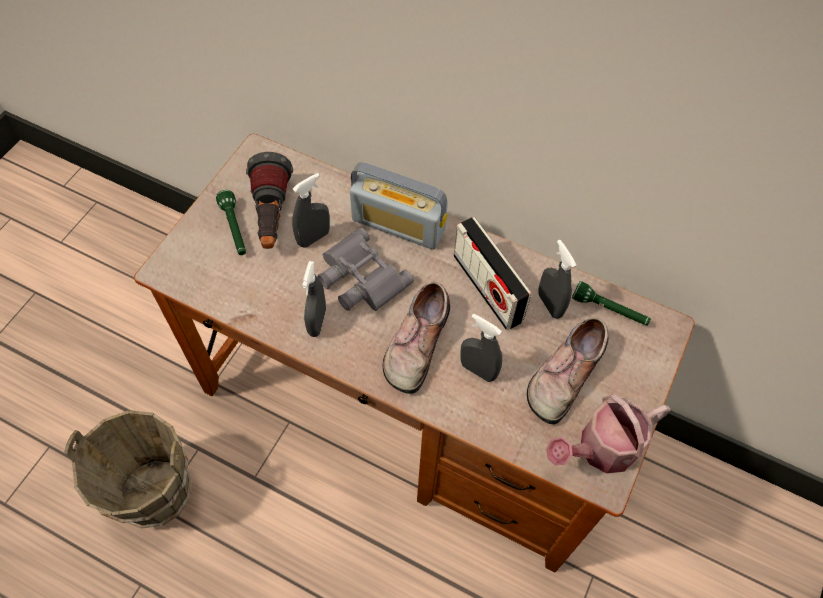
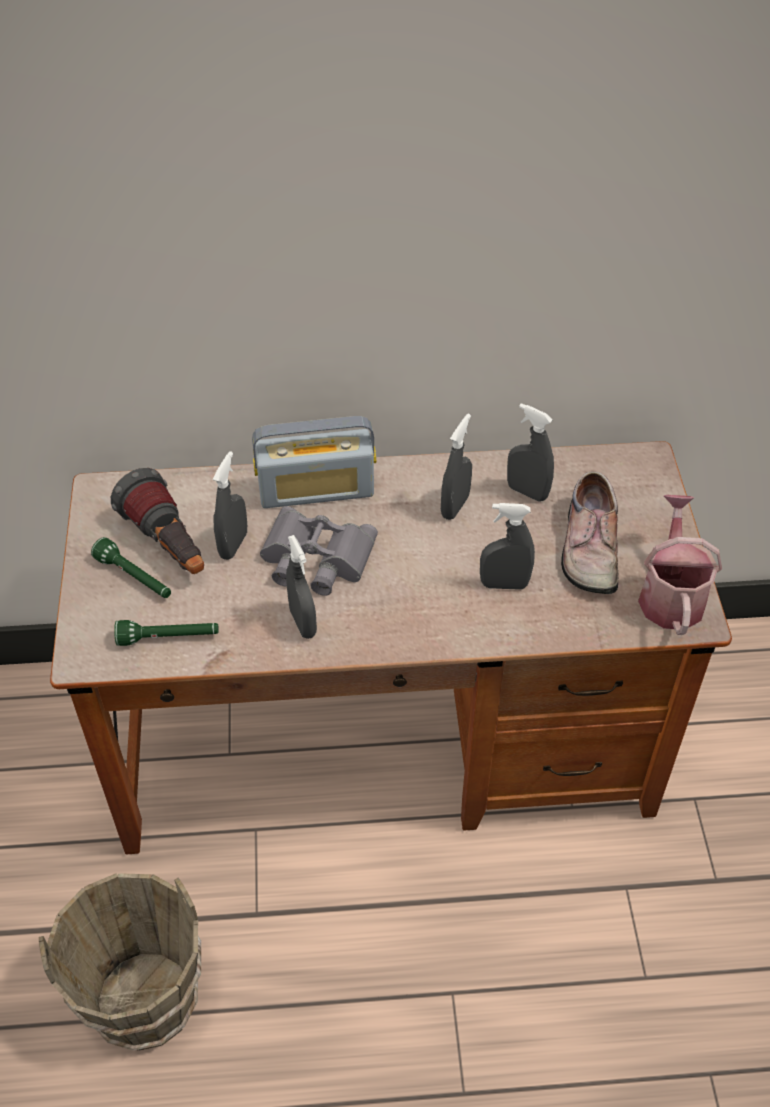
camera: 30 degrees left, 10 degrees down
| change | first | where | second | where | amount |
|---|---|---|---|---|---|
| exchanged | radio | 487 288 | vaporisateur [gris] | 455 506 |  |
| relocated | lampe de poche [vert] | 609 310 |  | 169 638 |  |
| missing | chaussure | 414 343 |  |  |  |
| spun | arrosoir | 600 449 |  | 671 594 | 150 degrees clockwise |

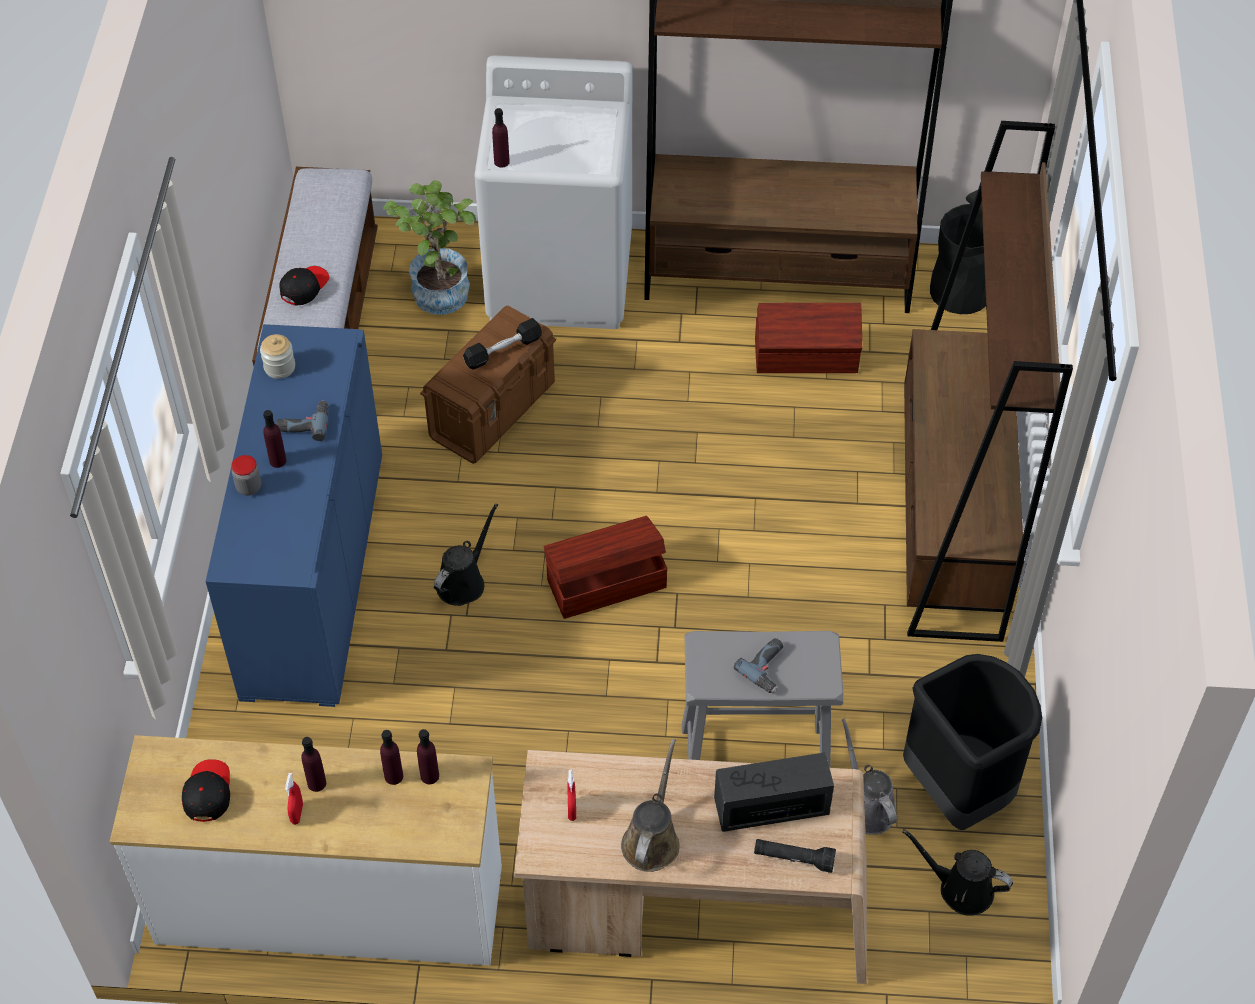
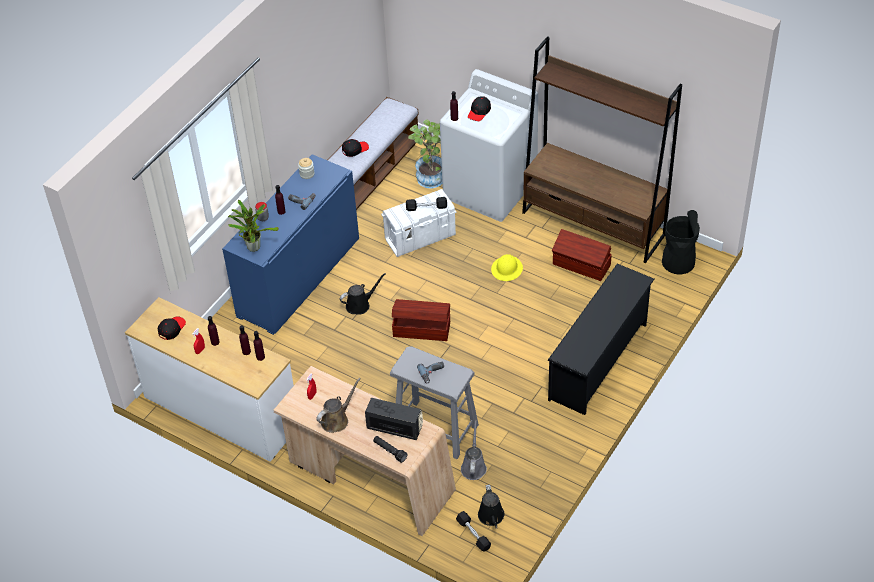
camera: 30 degrees right, 5 degrees down
| change | first | where | second | where | amount |
|---|---|---|---|---|---|
| exchanged | bibliothèque [marron] | 951 520 | étagère à chaussures [noir] | 599 362 |  |
| colour | boîte de rangement [marron] | 493 410 | boîte de rangement [blanc] | 420 237 |  |
| missing | poubelle [noir] | 959 791 |  |  |  |
| spun | arrosoir [noir] | 960 889 |  | 491 517 | 150 degrees counterclockwise |
| appeared |  |  | casquette [noir] | 479 112 |  |
| appeared |  |  | plante en pot | 253 246 |  |
| appeared |  |  | casque de chantier [jaune] | 507 269 |  |
| appeared |  |  | haltère [noir] | 473 534 |  |

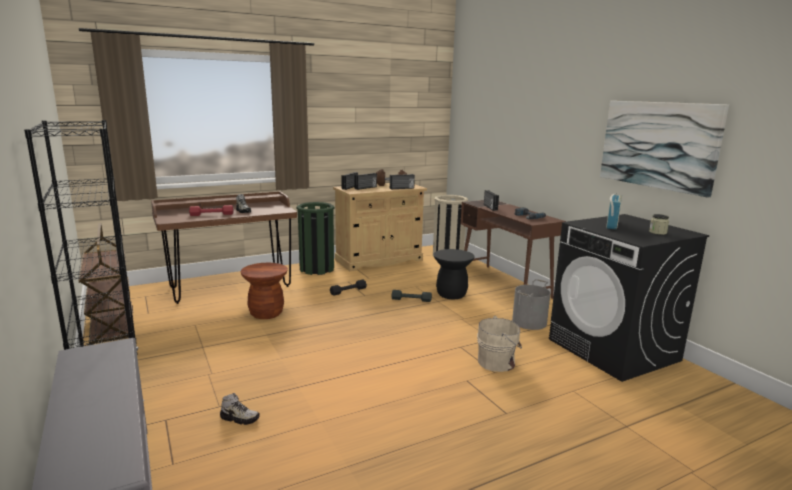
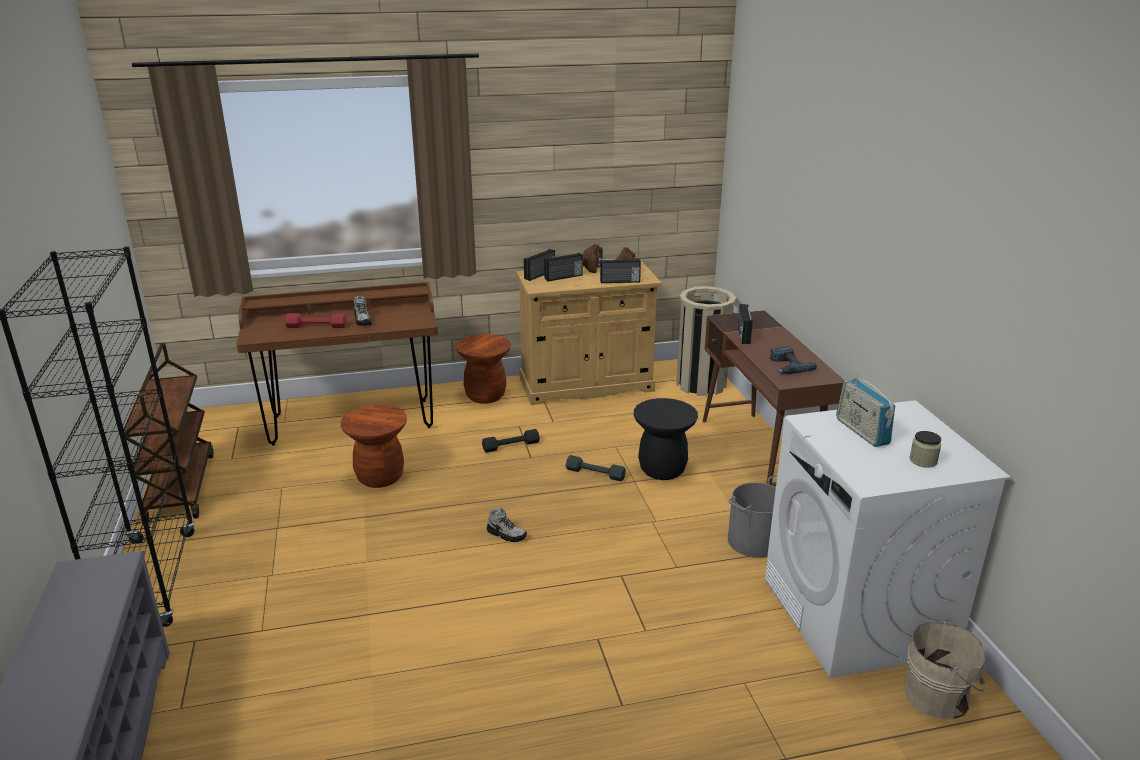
camera: 15 degrees right, 10 degrees up
| change | first | where | second | where | amount |
|---|---|---|---|---|---|
| missing | tableau | 658 145 |  |  |  |
| spun | radio | 612 225 |  | 862 431 | 120 degrees clockwise |
| exchanged | poubelle [vert] | 317 269 | tabouret [marron] | 485 395 |  |
| colour | lave-linge [noir] | 613 350 | lave-linge [blanc] | 857 615 |  |
| relocated | seau [beige] | 498 362 |  | 939 696 |  |
| relocated | chaussure | 240 418 |  | 506 534 |  |

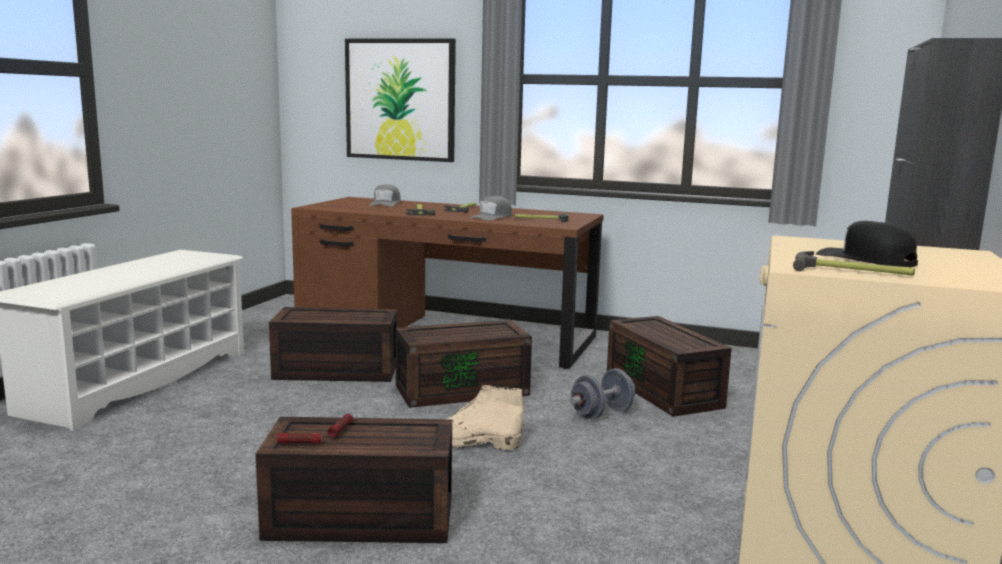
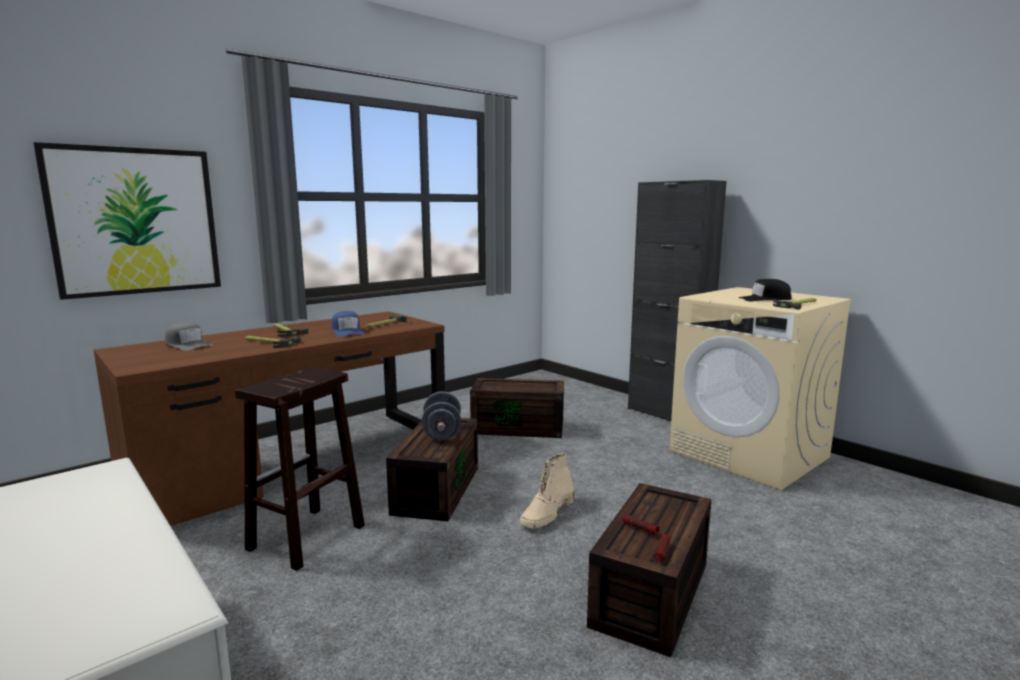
camera: 60 degrees left, 0 degrees up
| change | first | where | second | where | amount |
|---|---|---|---|---|---|
| colour | casquette [gris] | 492 217 | casquette [bleu] | 347 331 |  |
| exchanged | boîte de rangement [marron] | 334 371 | tabouret [marron] | 305 538 |  |
| relocated | haltère [gris] | 602 414 |  | 442 433 |  |

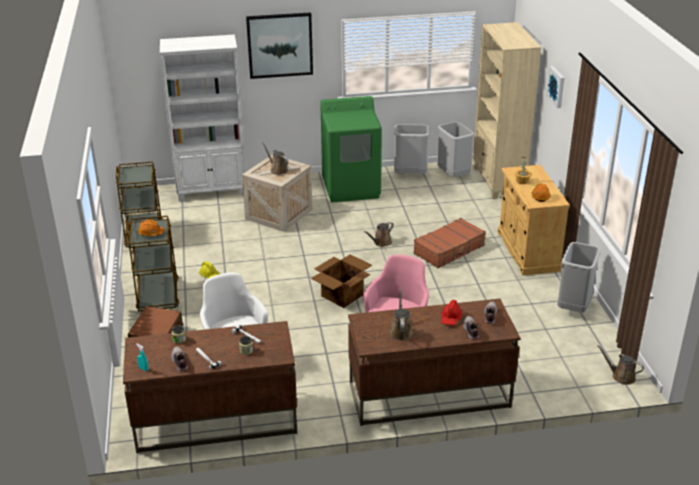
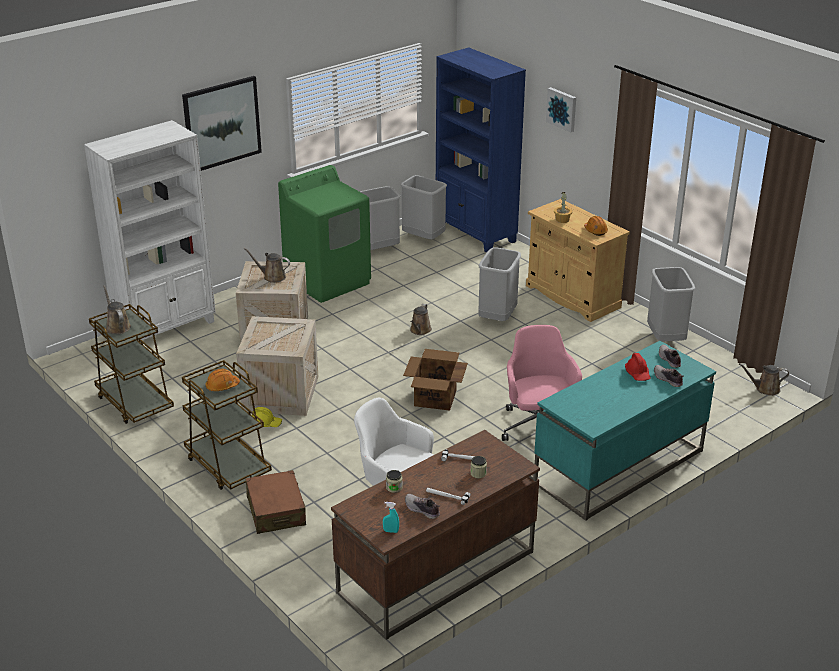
camera: 30 degrees left, 0 degrees up
| change | first | where | second | where | amount |
|---|---|---|---|---|---|
| colour | bibliothèque [beige] | 498 182 | bibliothèque [bleu] | 476 234 |  |
| exchanged | valise [marron] | 449 250 | poubelle [gris] | 497 317 |  |
| relocated | arrosoir [marron] | 400 331 |  | 117 326 |  |
| colour | bureau [marron] | 428 395 | bureau [turquoise] | 618 467 |  |
| appeared |  |  | caisse | 280 393 |  |

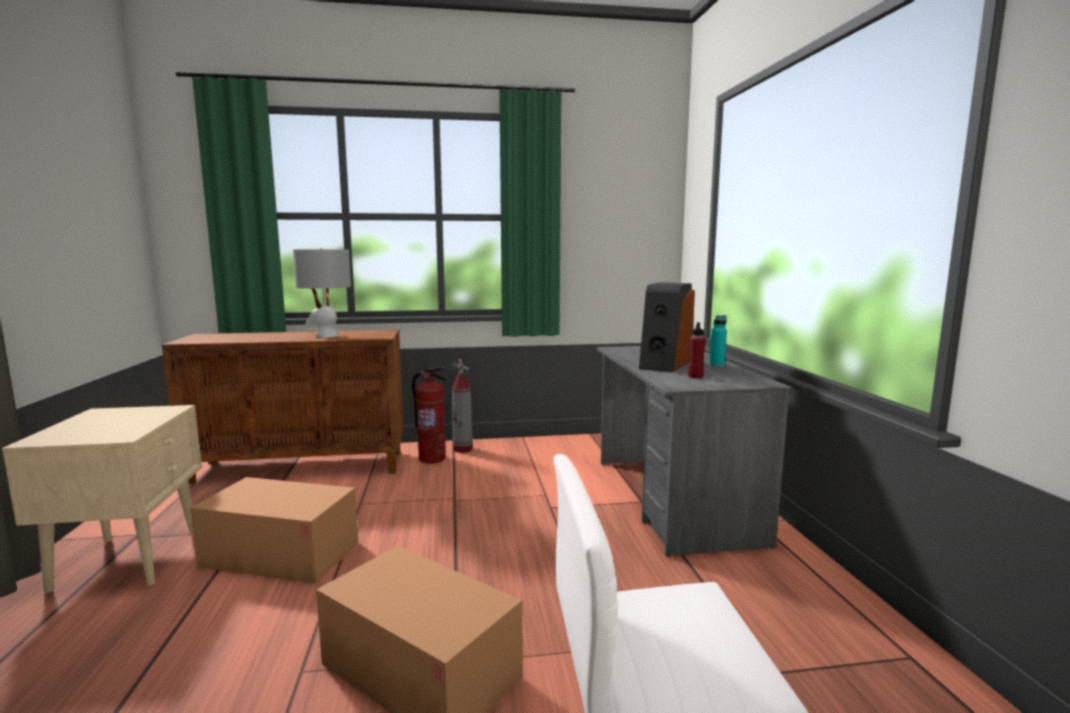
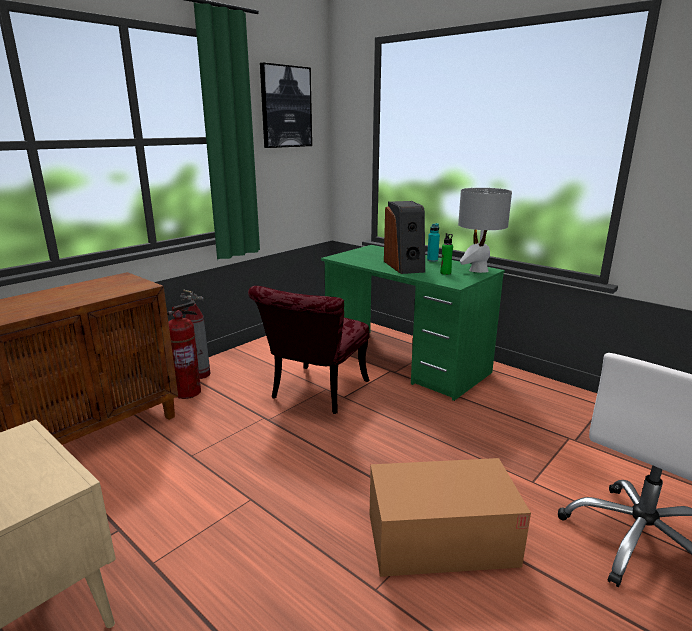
camera: 40 degrees left, 10 degrees up
| change | first | where | second | where | amount |
|---|---|---|---|---|---|
| relocated | lampe de table [gris] | 327 336 |  | 478 270 |  |
| colour | bouteille [rouge] | 695 376 | bouteille [vert] | 445 273 |  |
| colour | bureau [gris] | 673 499 | bureau [vert] | 405 362 |  |
| missing | carton | 280 554 |  |  |  |
| appeared |  |  | tableau | 286 107 |  |
| appeared |  |  | chaise [rouge] | 315 394 |  |

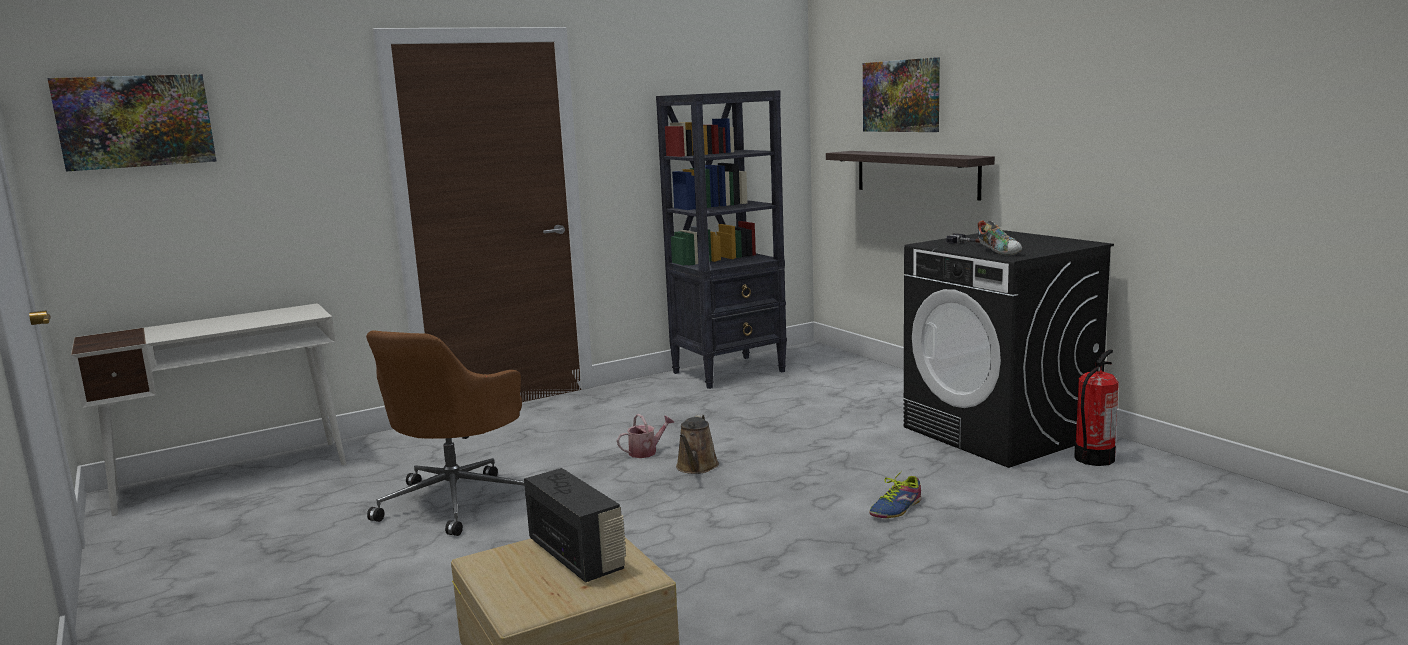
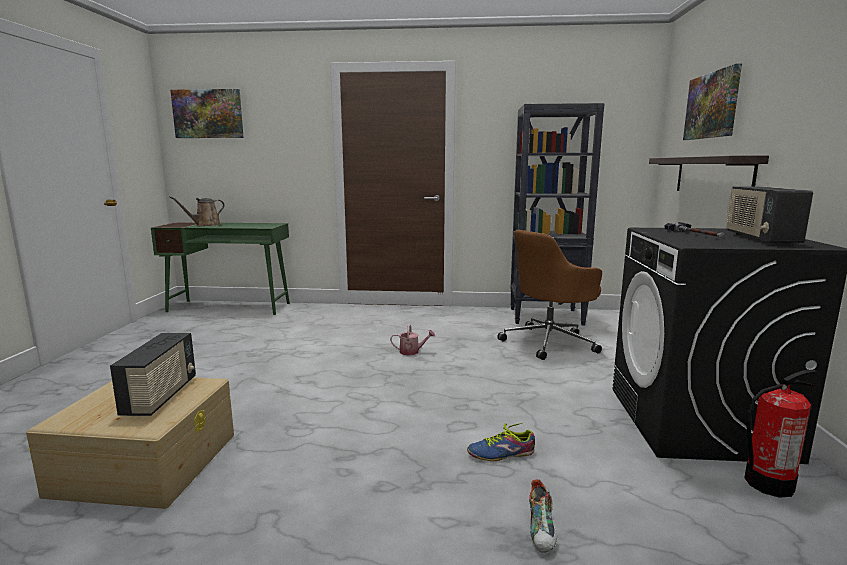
camera: 35 degrees right, 0 degrees up
| change | first | where | second | where | amount |
|---|---|---|---|---|---|
| relocated | chaussure | 999 252 |  | 542 531 |  |
| colour | bureau [blanc] | 233 476 | bureau [vert] | 230 307 |  |
| relocated | chaise de bureau [marron] | 457 501 |  | 549 342 |  |
| relocated | arrosoir [marron] | 696 467 |  | 205 225 |  |
| appeared |  |  | radio | 759 239 |  |

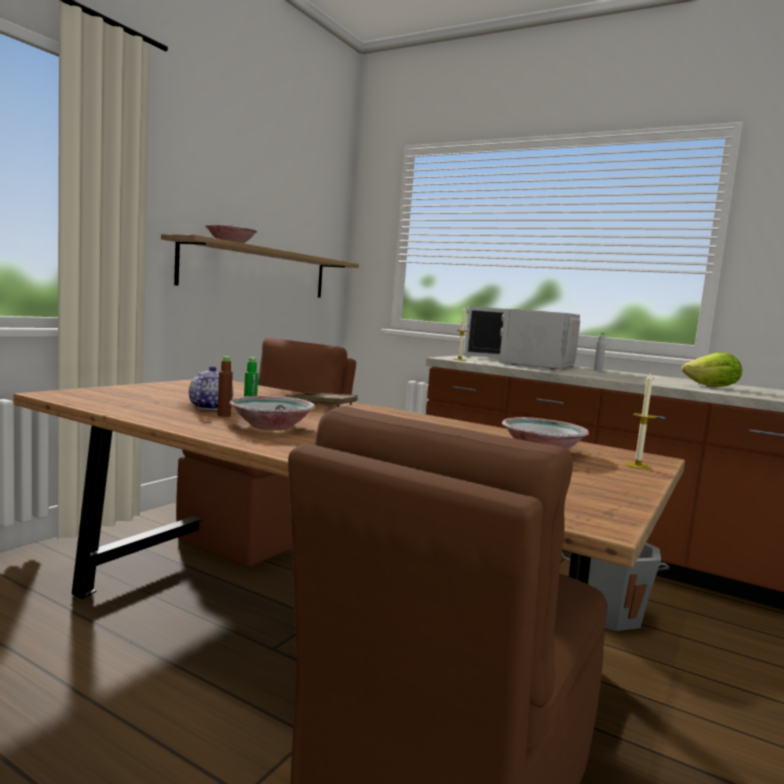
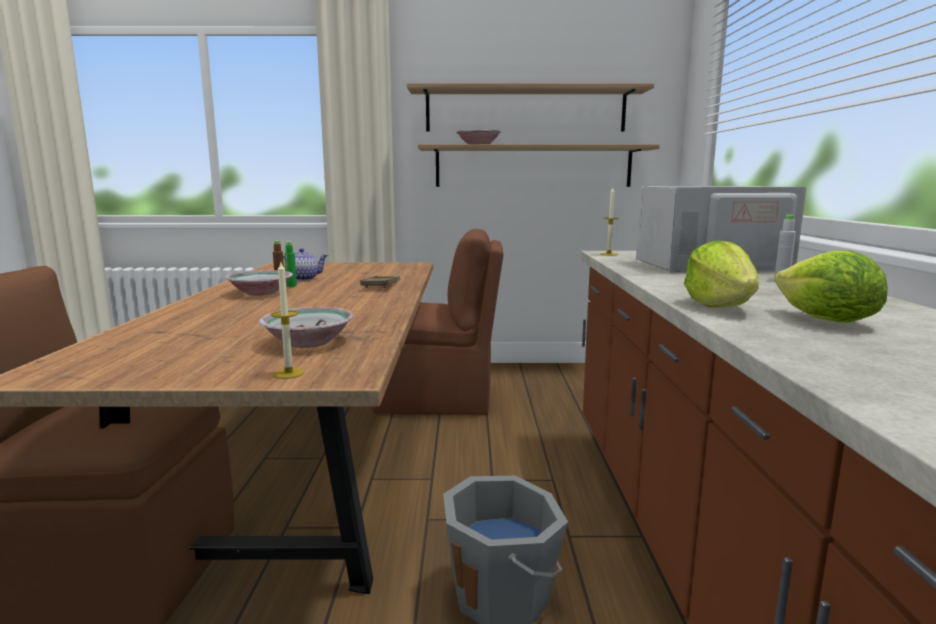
camera: 60 degrees right, 5 degrees up
| change | first | where | second | where | amount |
|---|---|---|---|---|---|
| appeared |  |  | étagère | 525 110 |  |
| appeared |  |  | laitue | 719 306 |  |

